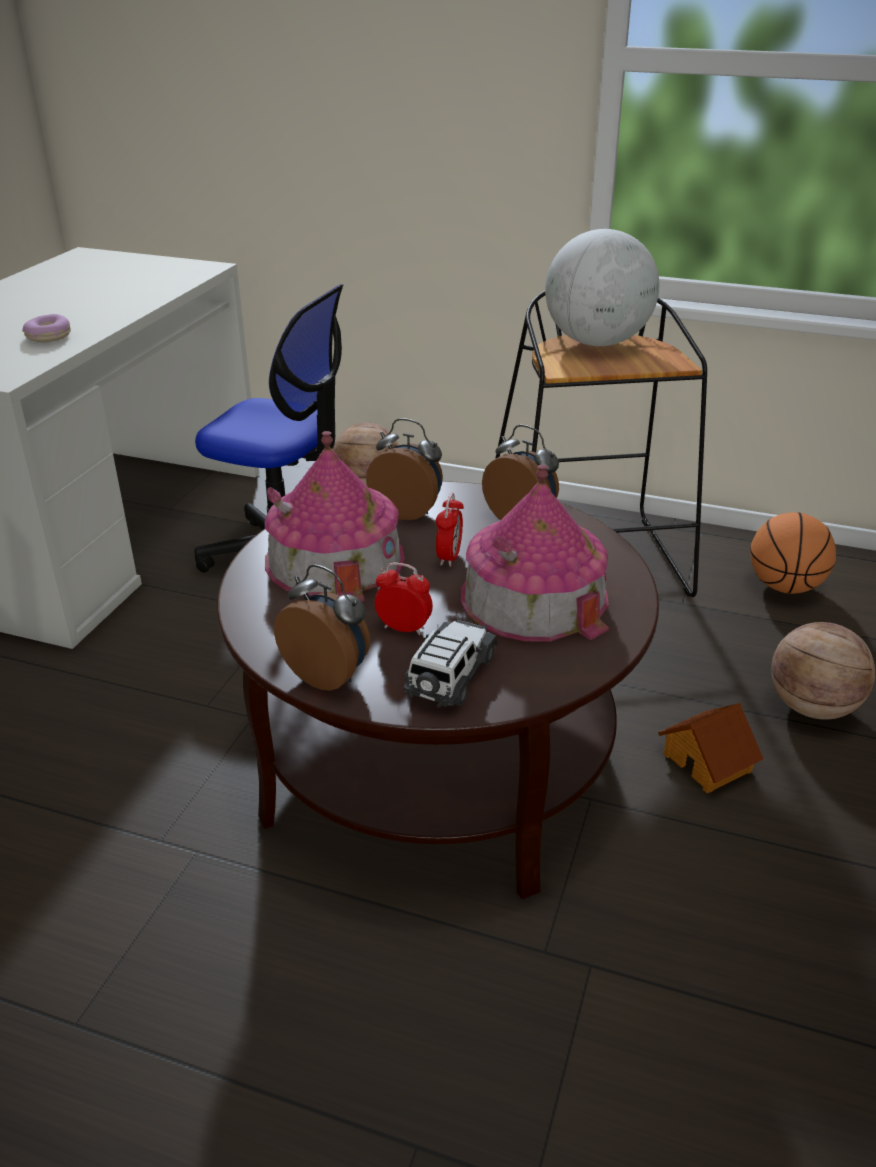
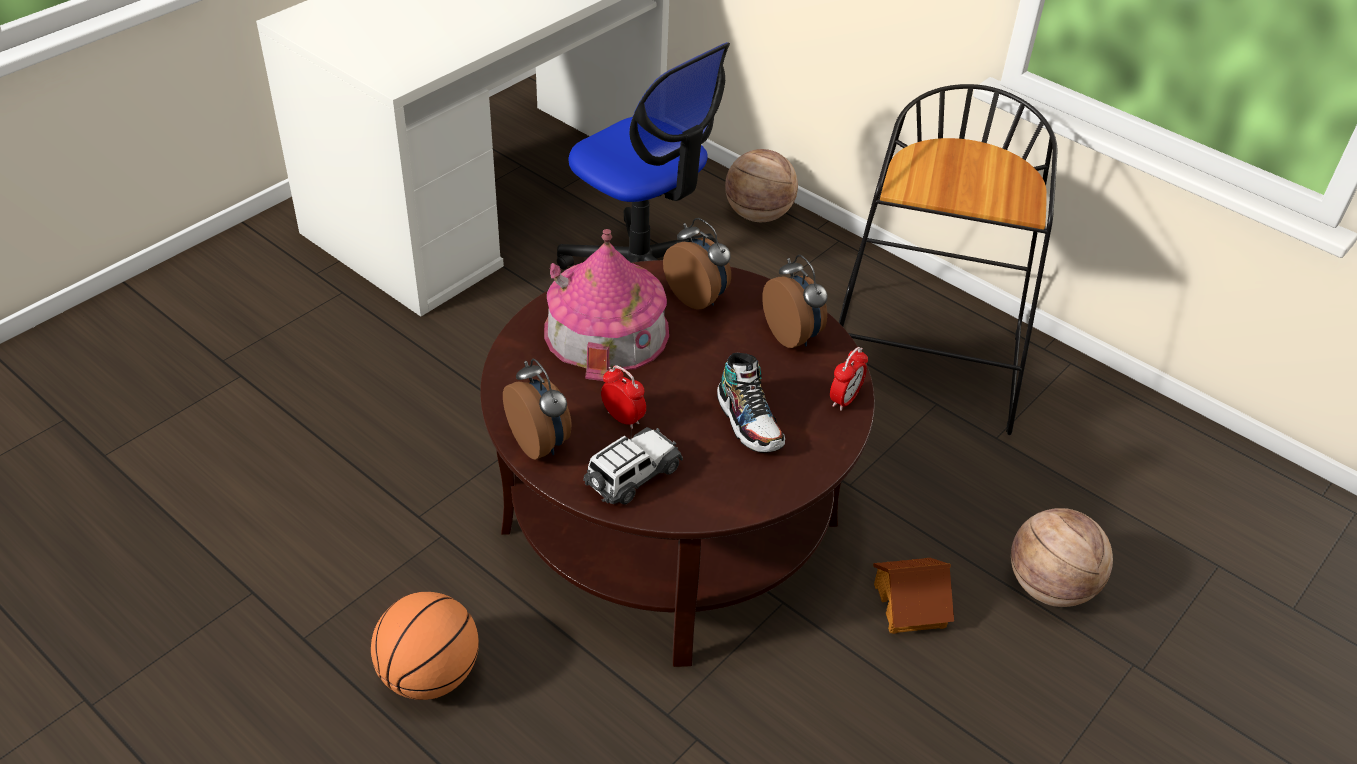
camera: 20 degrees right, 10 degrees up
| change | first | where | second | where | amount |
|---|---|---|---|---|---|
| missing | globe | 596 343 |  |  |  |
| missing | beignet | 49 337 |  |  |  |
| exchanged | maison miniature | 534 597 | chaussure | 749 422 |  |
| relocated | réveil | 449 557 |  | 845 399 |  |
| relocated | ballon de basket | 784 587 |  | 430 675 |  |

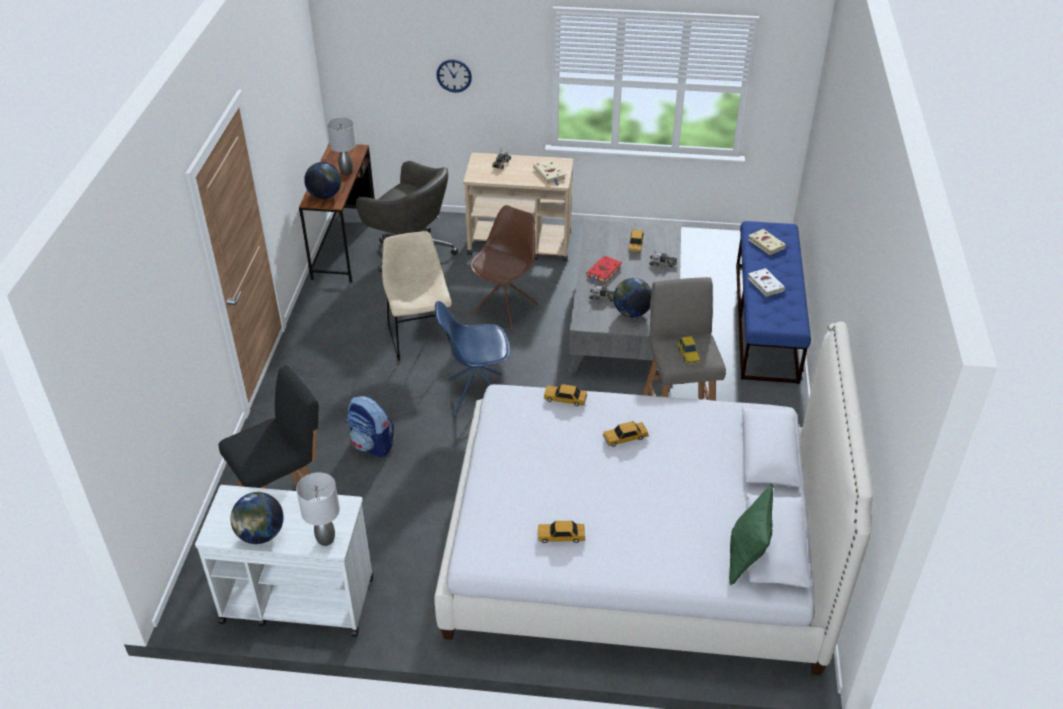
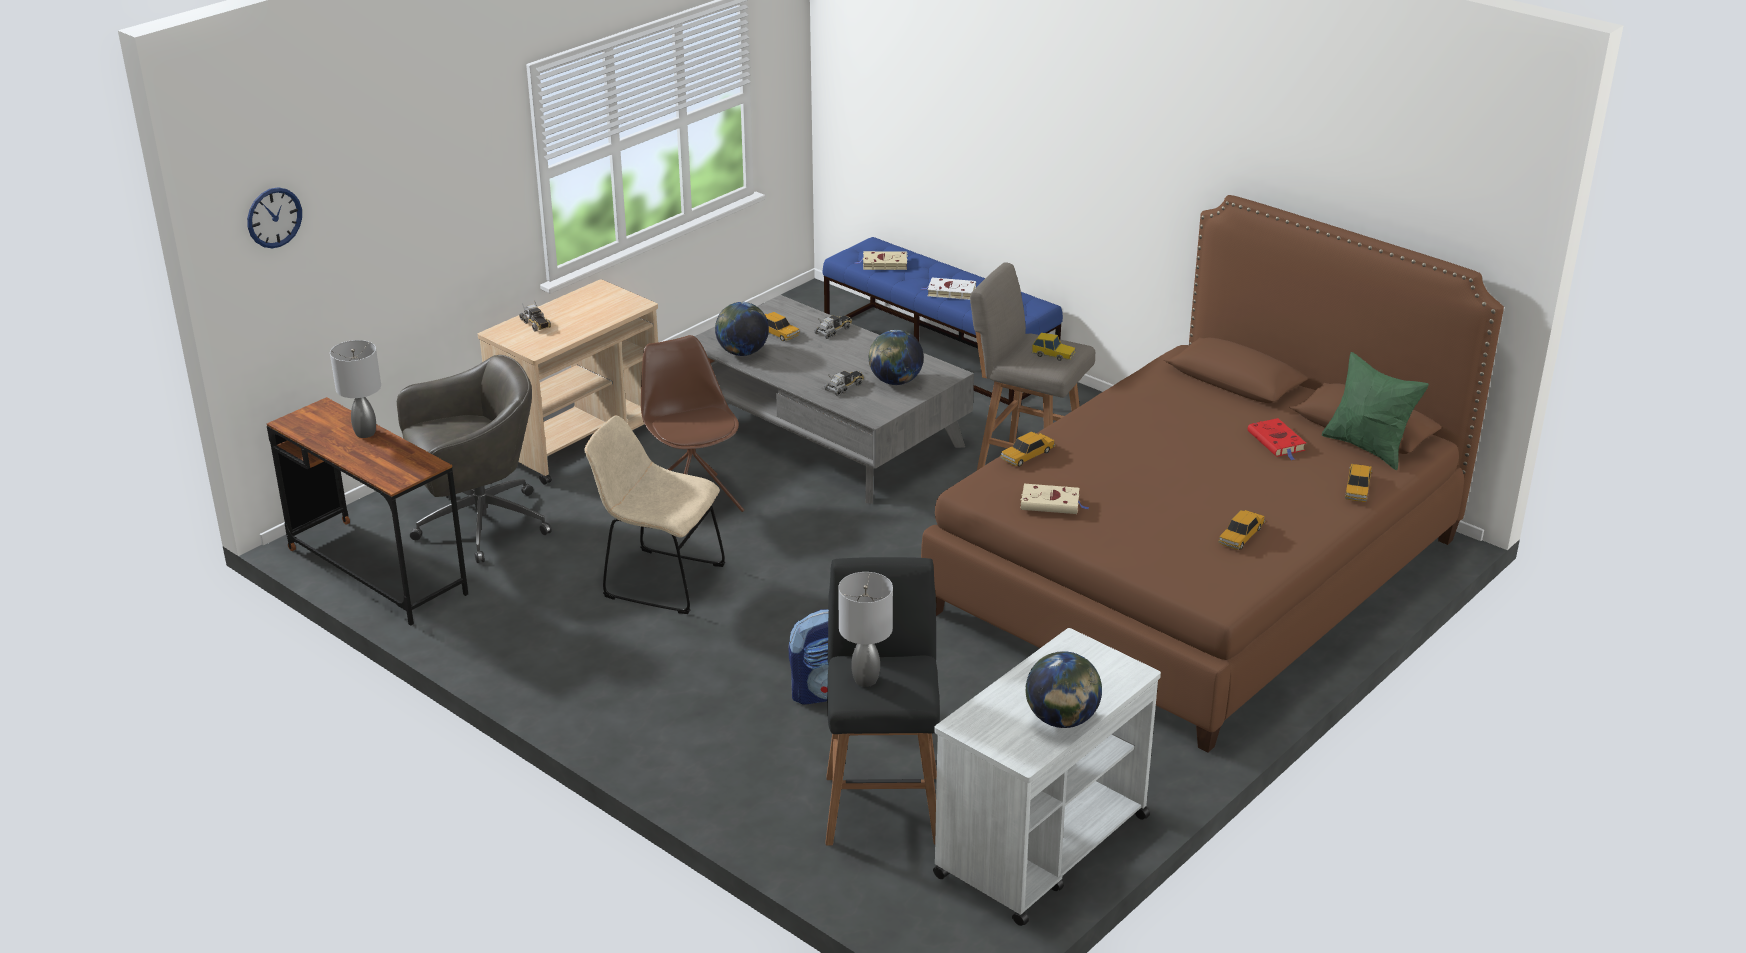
camera: 55 degrees left, 10 degrees down
| change | first | where | second | where | amount |
|---|---|---|---|---|---|
| relocated | horloge murale | 454 75 |  | 274 217 |  |
| relocated | livre [beige] | 550 174 |  | 1052 503 |  |
| relocated | globe | 325 196 |  | 742 353 |  |
| relocated | livre [rouge] | 603 272 |  | 1277 442 |  |
| missing | chaise [bleu] | 476 395 |  |  |  |
| colour | lit [blanc] | 637 550 | lit [marron] | 1197 574 |  |
| relocated | petite voiture | 625 437 |  | 1357 488 |  |
| relocated | lampe de table [gris] | 326 539 |  | 866 679 |  |

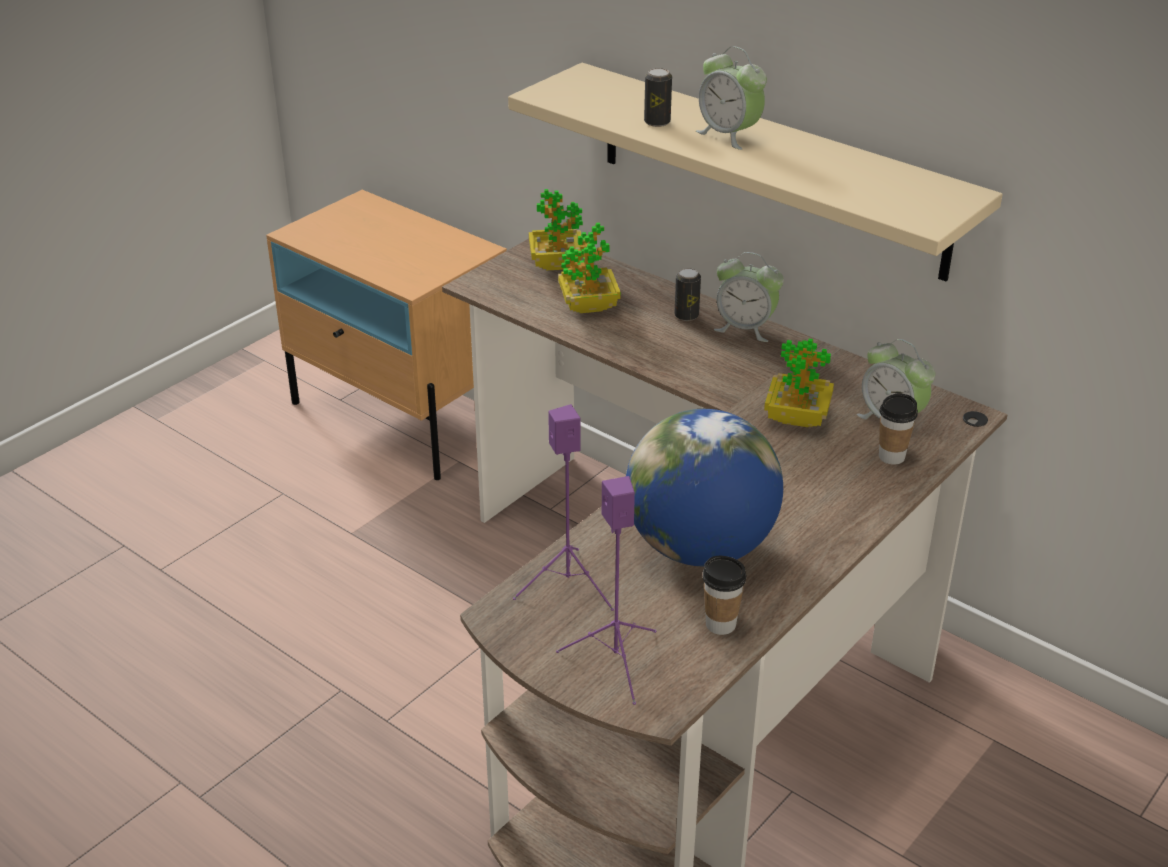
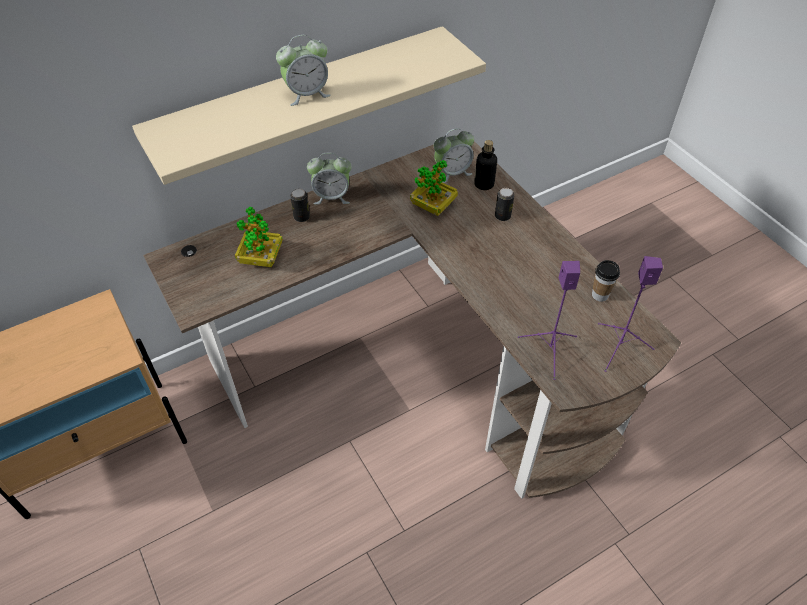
camera: 70 degrees left, 15 degrees up
| change | first | where | second | where | amount |
|---|---|---|---|---|---|
| relocated | boîte métallique | 657 122 |  | 502 216 |  |
| missing | plante en pot | 556 264 |  |  |  |
| spun | réveil | 745 328 |  | 332 197 | 45 degrees clockwise |
| exchanged | tasse | 891 457 | bouteille | 484 184 |  |
| missing | globe | 700 547 |  |  |  |

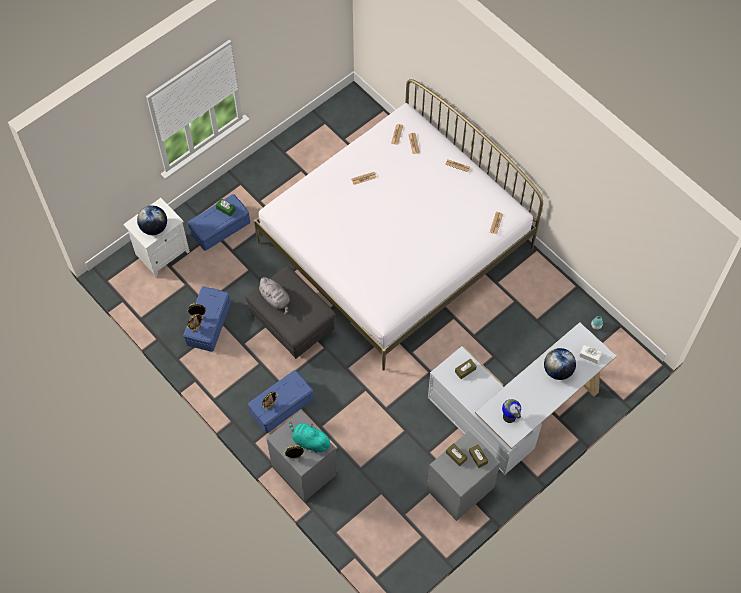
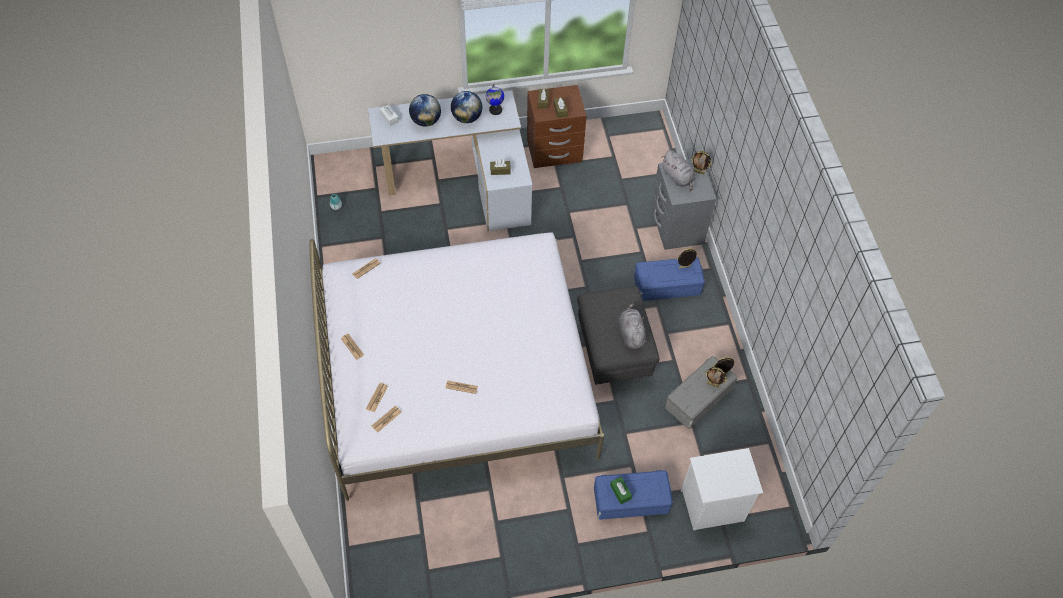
camera: 150 degrees left, 5 degrees down
| change | first | where | second | where | amount |
|---|---|---|---|---|---|
| relocated | globe | 154 228 |  | 467 118 |  |
| colour | boîte de rangement [bleu] | 208 323 | boîte de rangement [gris] | 699 399 |  |
| colour | peluche [turquoise] | 310 441 | peluche [gris] | 678 178 |  |
| colour | table de chevet [gris] | 460 488 | table de chevet [marron] | 554 151 |  |

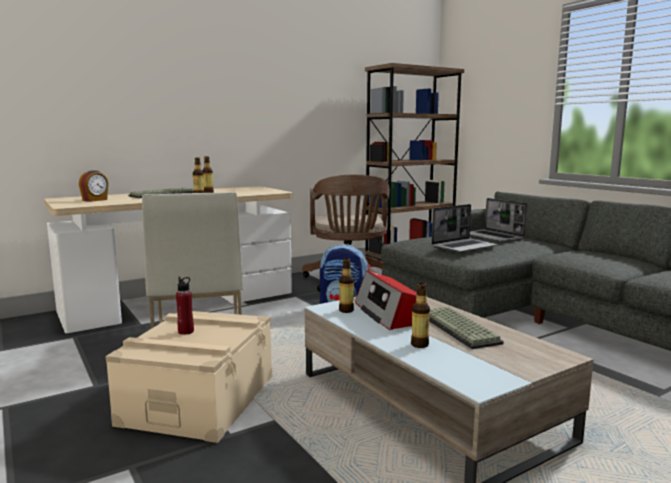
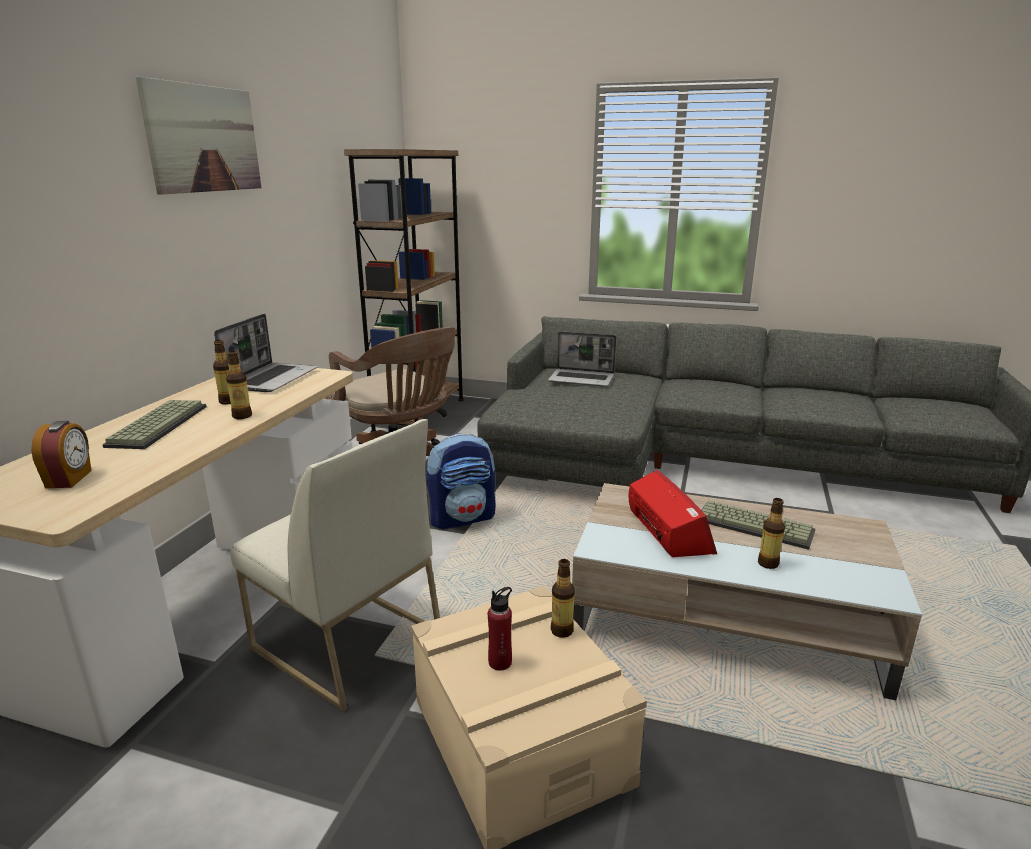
camera: 40 degrees left, 10 degrees up
| change | first | where | second | where | amount |
|---|---|---|---|---|---|
| relocated | ordinateur portable | 464 247 |  | 271 379 |  |
| relocated | bouteille | 346 310 |  | 562 631 |  |
| spun | radio | 388 314 |  | 668 530 | 135 degrees counterclockwise |
| appeared |  |  | tableau | 204 139 |  |

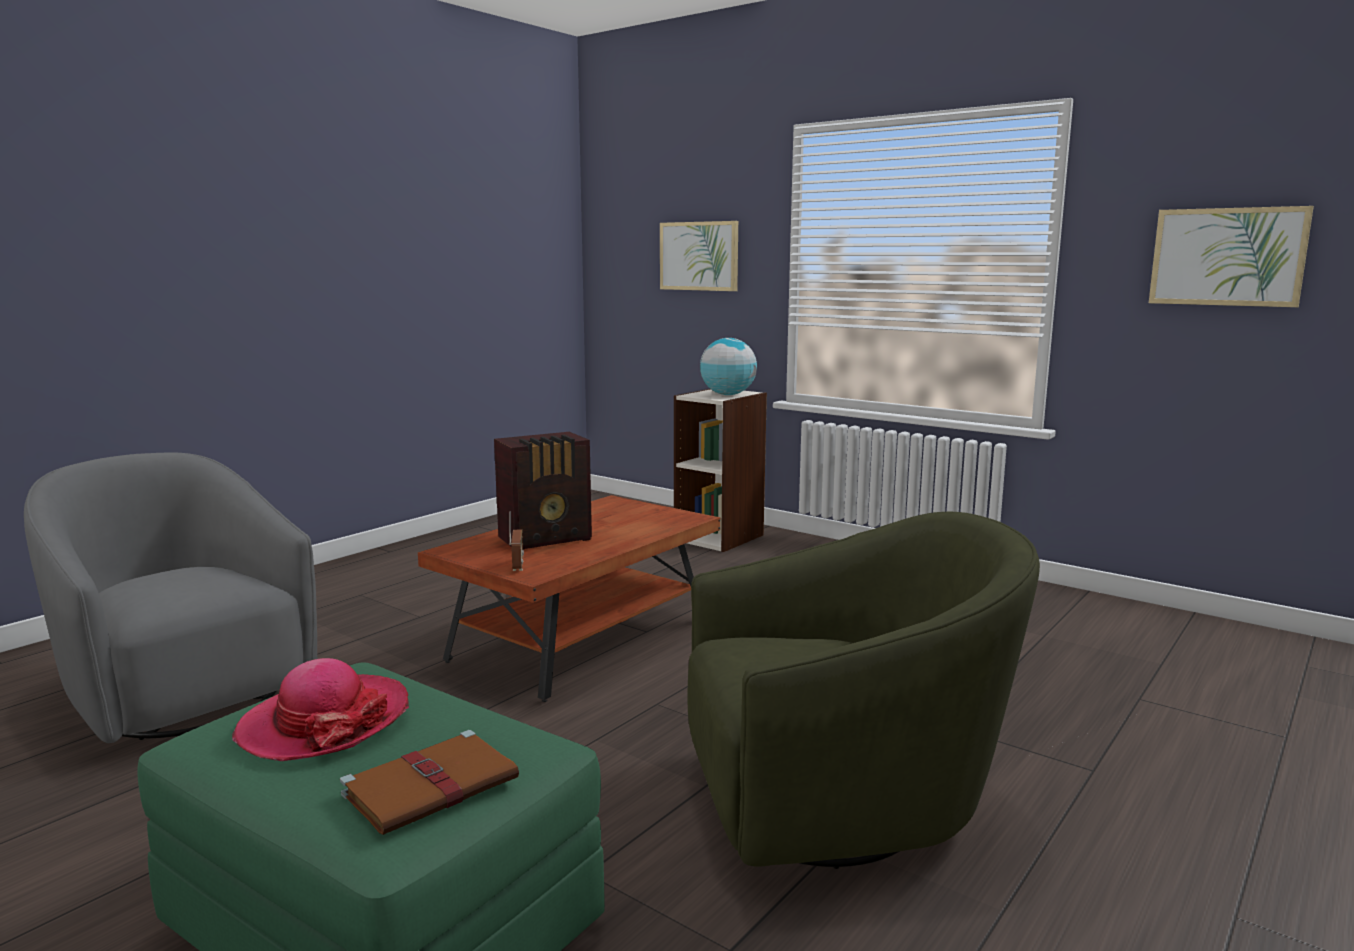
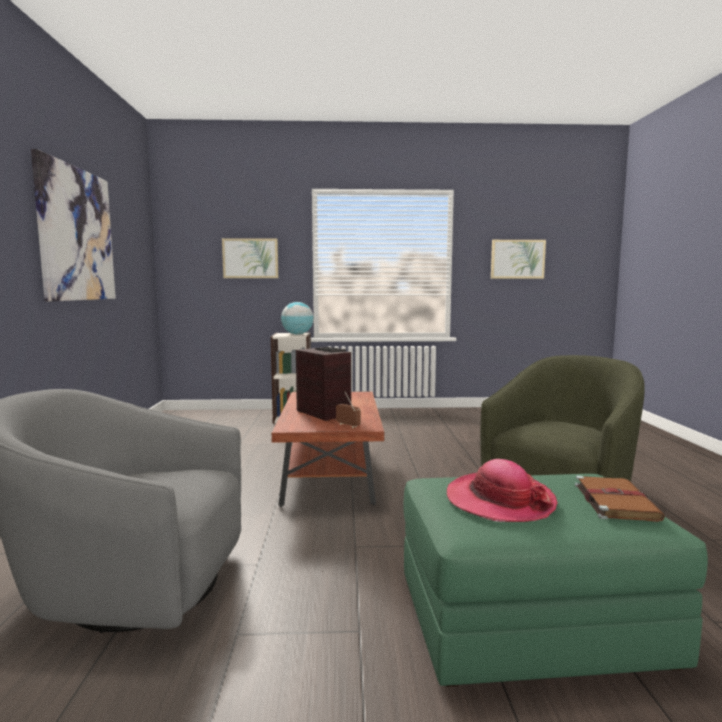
camera: 40 degrees left, 5 degrees down
| change | first | where | second | where | amount |
|---|---|---|---|---|---|
| spun | radio | 547 539 |  | 323 413 | 60 degrees counterclockwise |
| appeared |  |  | tableau | 76 234 |  |

